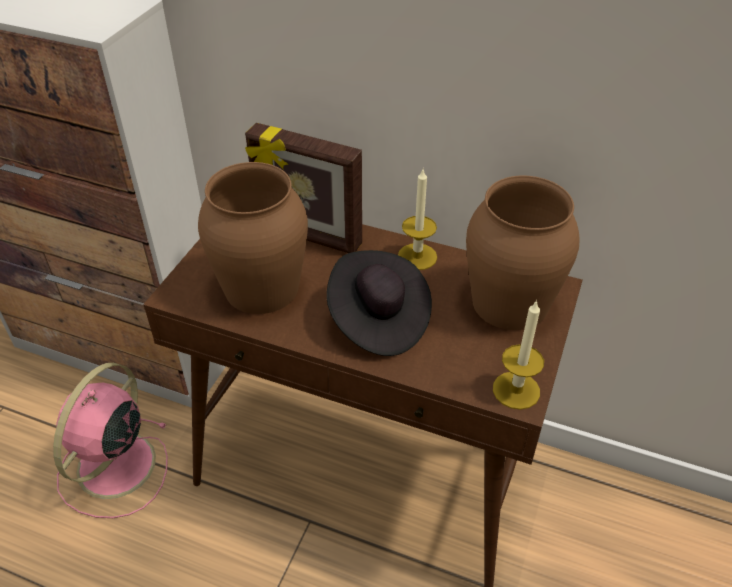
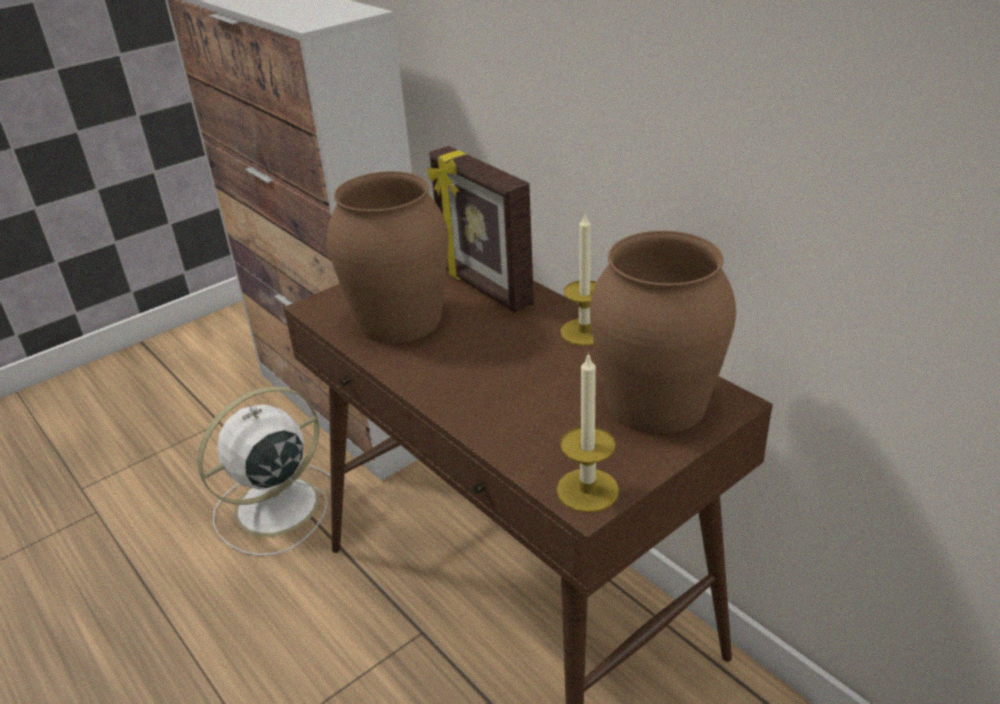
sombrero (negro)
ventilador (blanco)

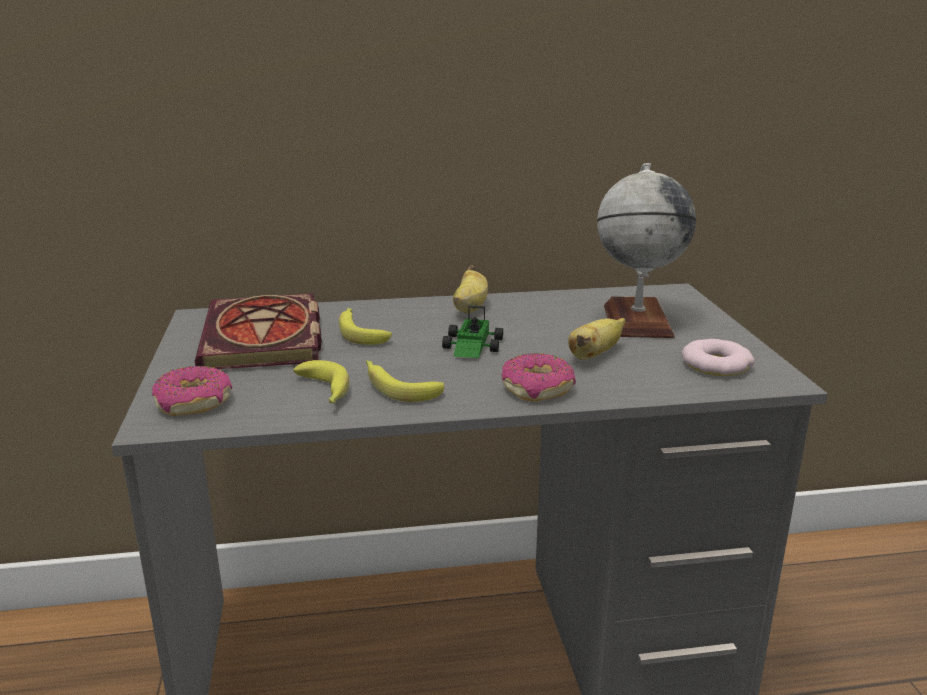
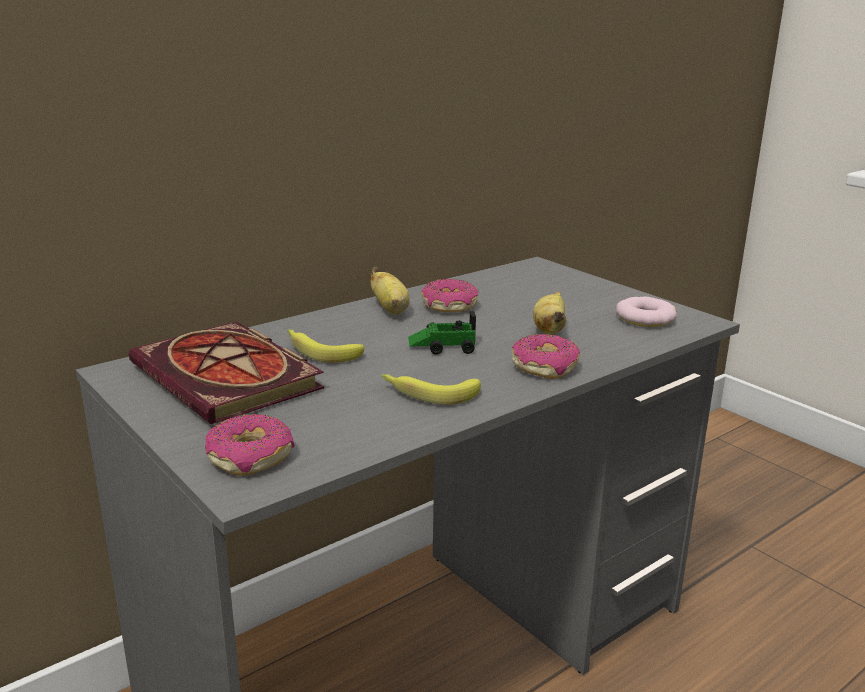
globo terráqueo
coche de juguete
plátano (1st from left in the first image)
rosquilla (2nd from left)

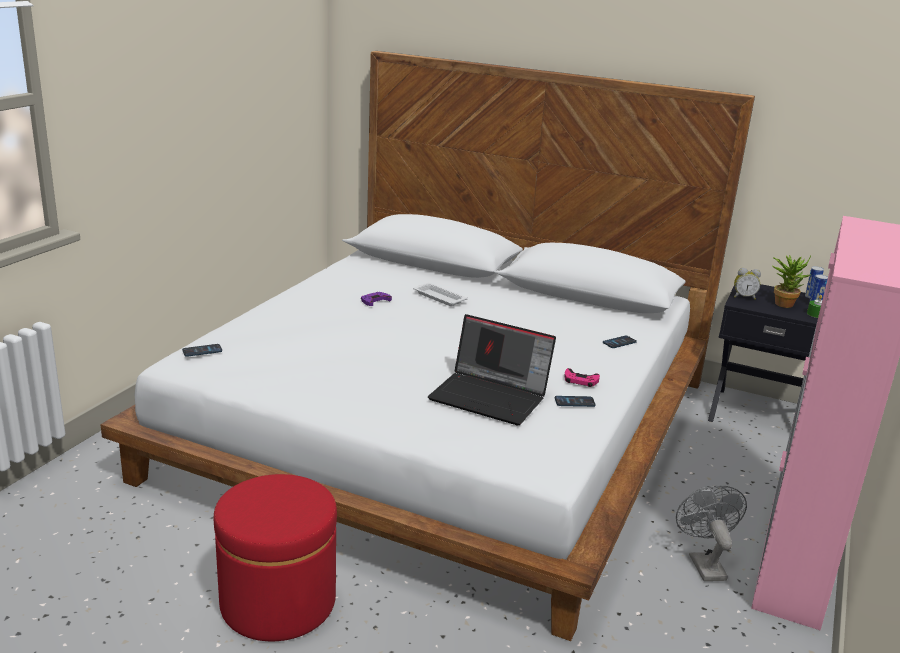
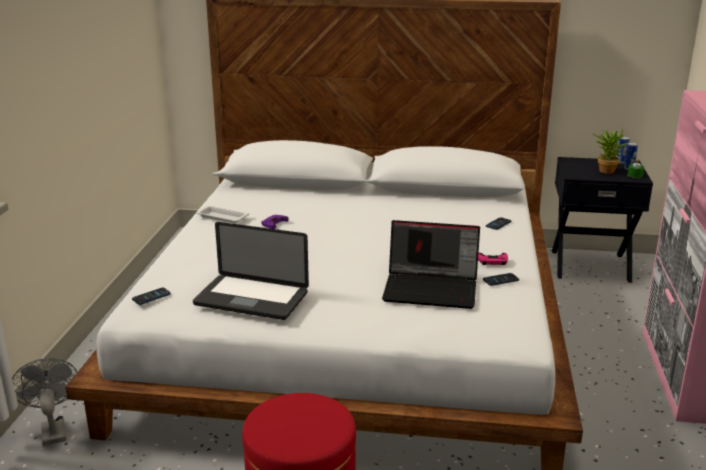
despertador
bandeja (blanco)
ventilador (gris)
portátil (1st from left)

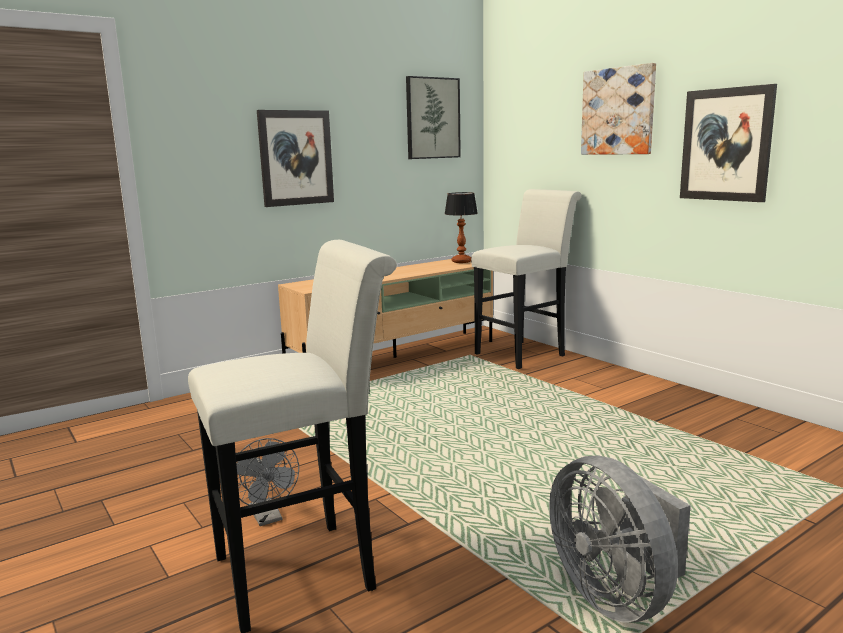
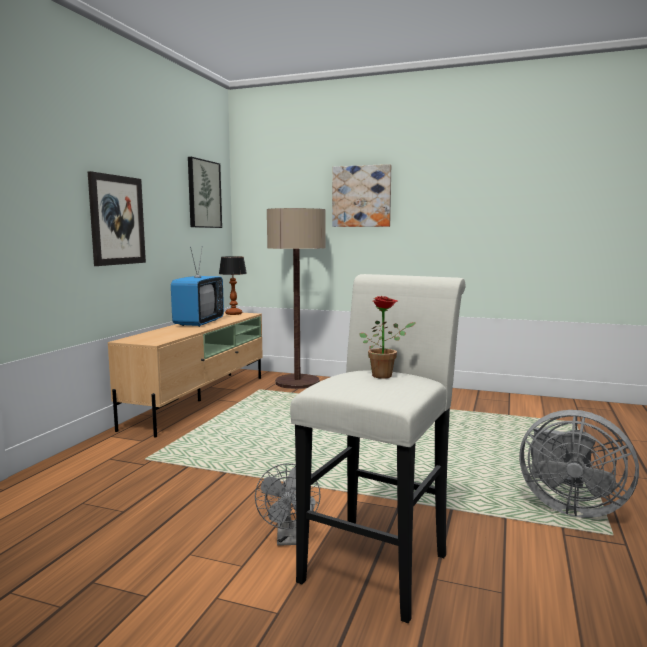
cuadro (4th from left in the first image)
lámpara de pie
ventilador (gris) (1st from left)
televisor
planta en maceta

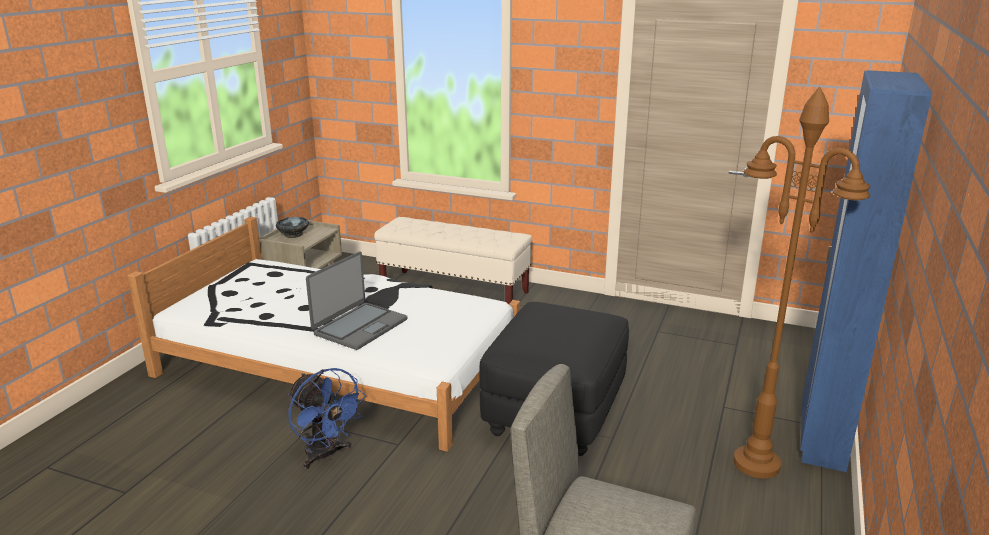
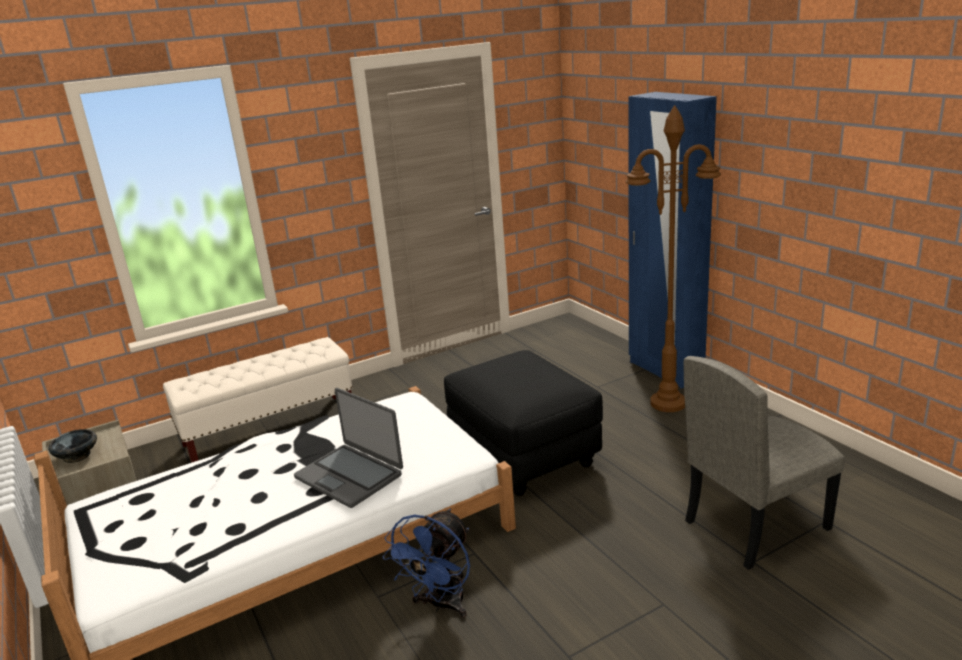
portátil
ventilador (azul)

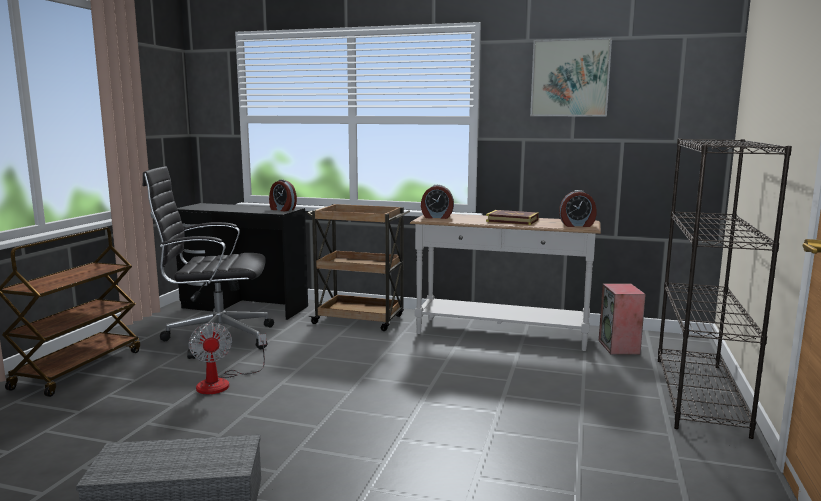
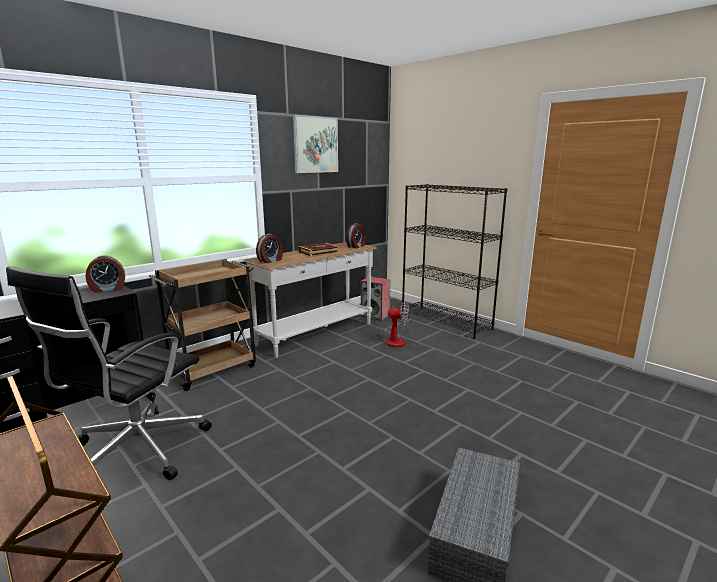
ventilador

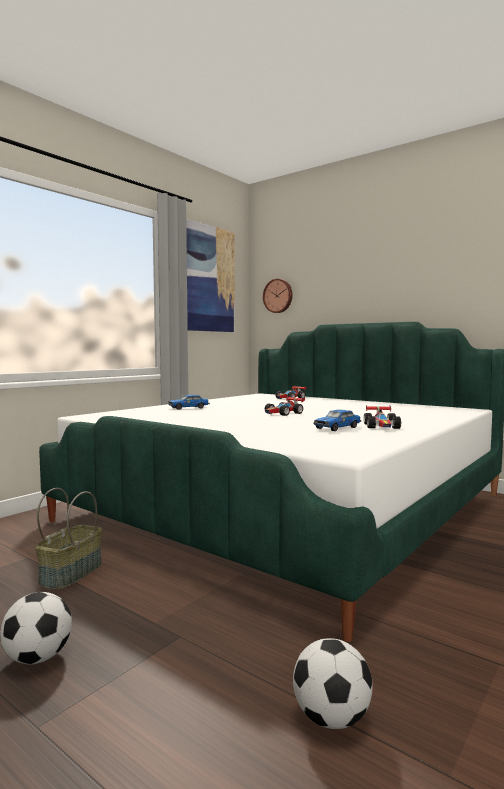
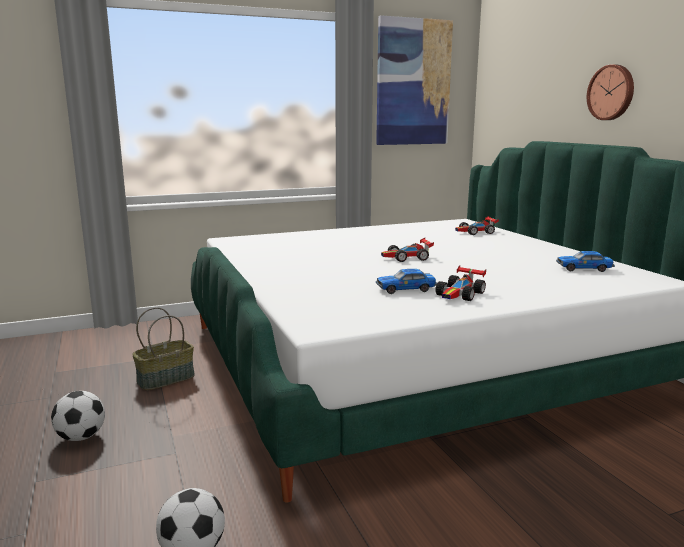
reloj de pared
coche de juguete (5th from left)

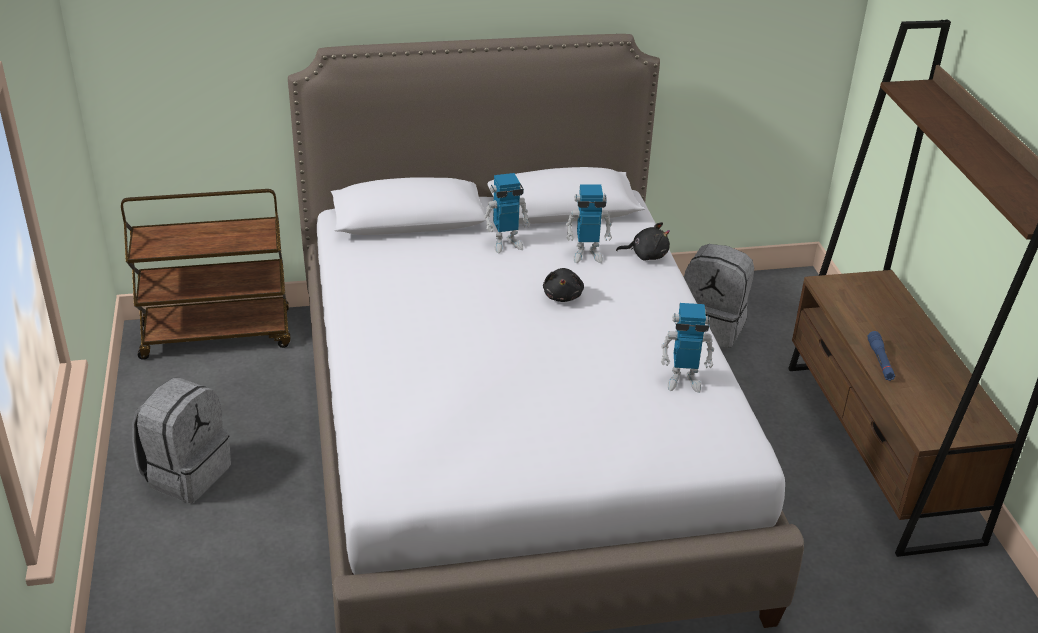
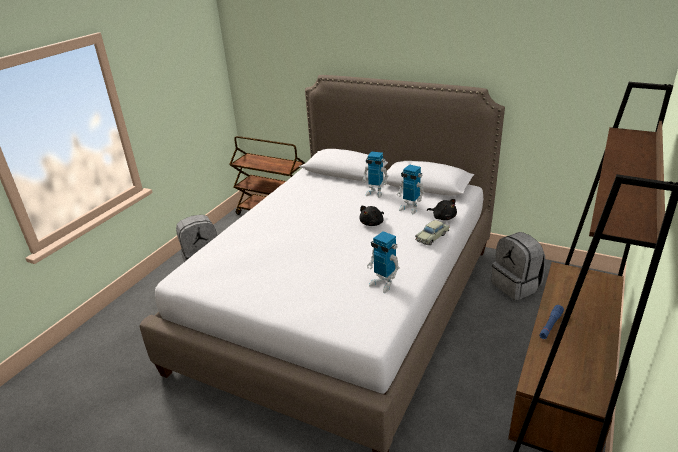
coche de juguete (beis)

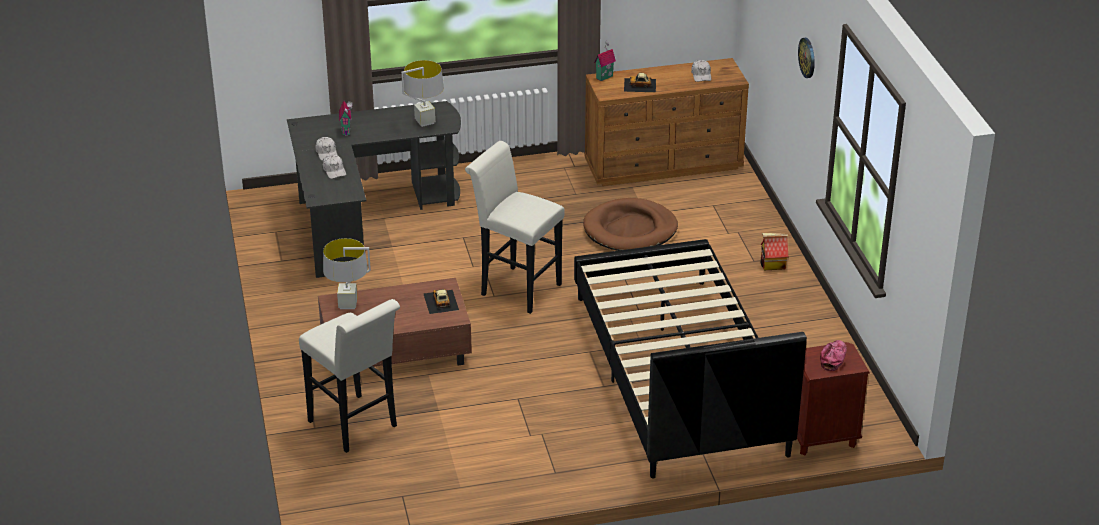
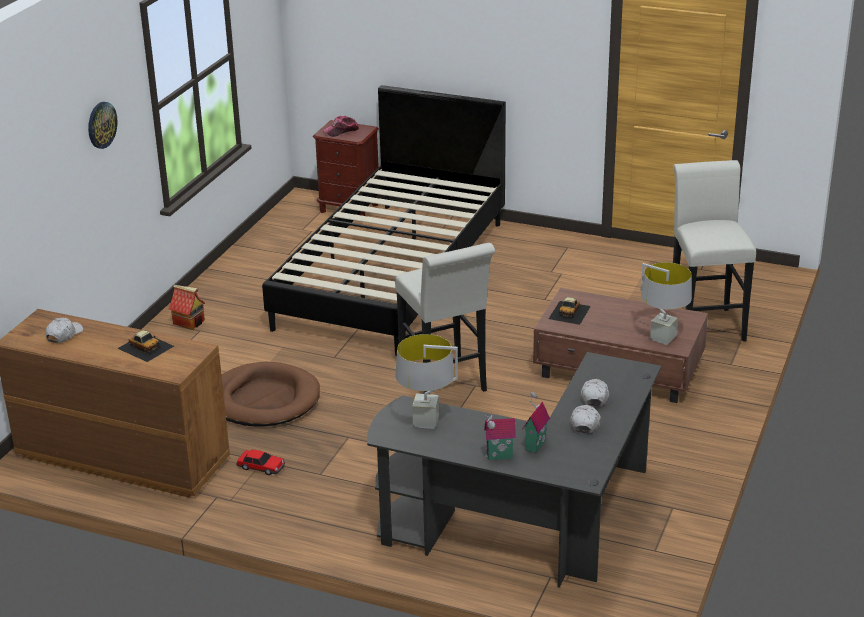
casita (2nd from left)
coche de juguete (2nd from left)

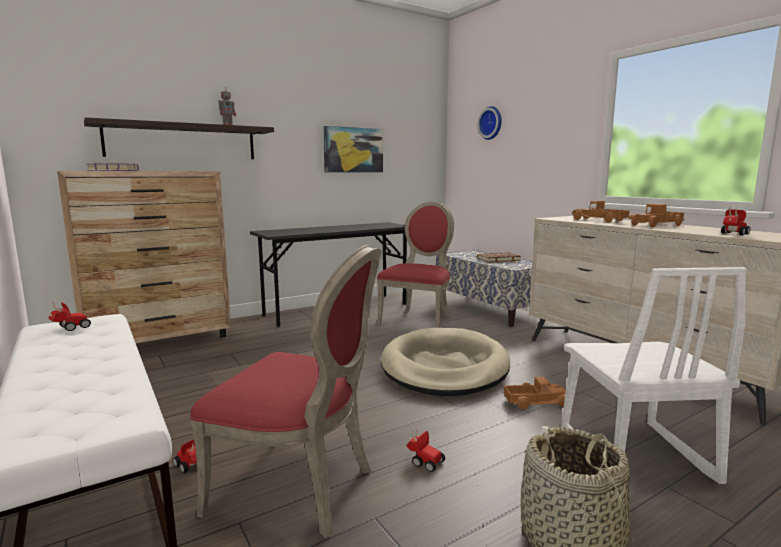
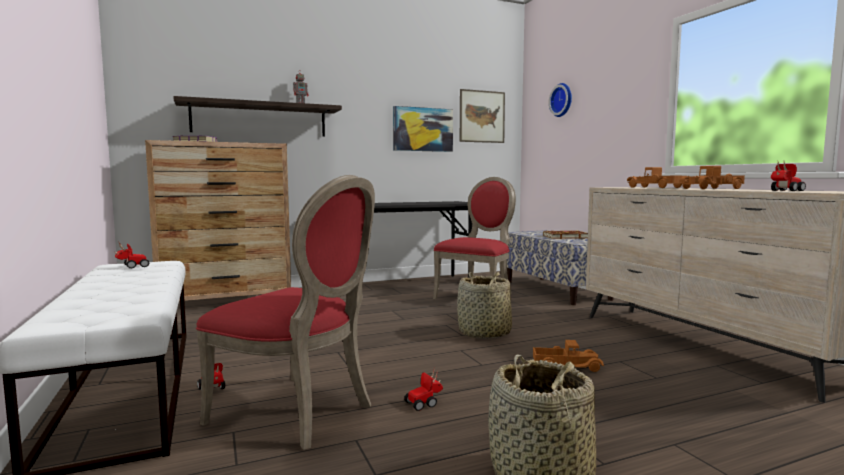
silla (blanco)
cesta (1st from left)
coche de juguete (3rd from left)
cuadro (2nd from left)

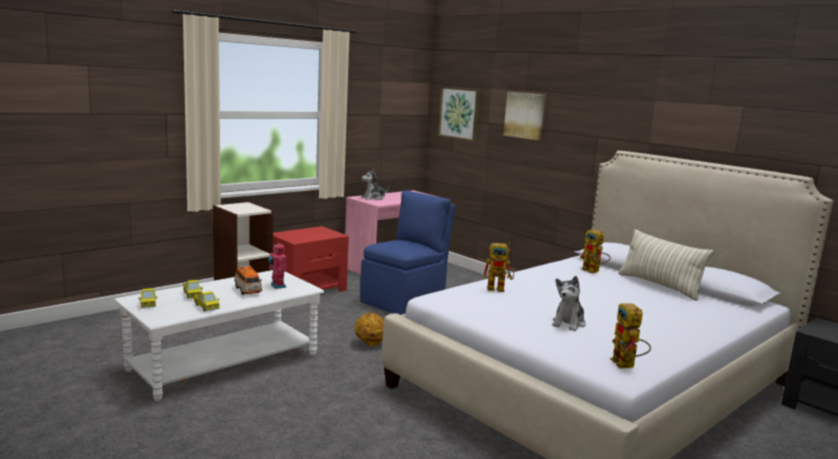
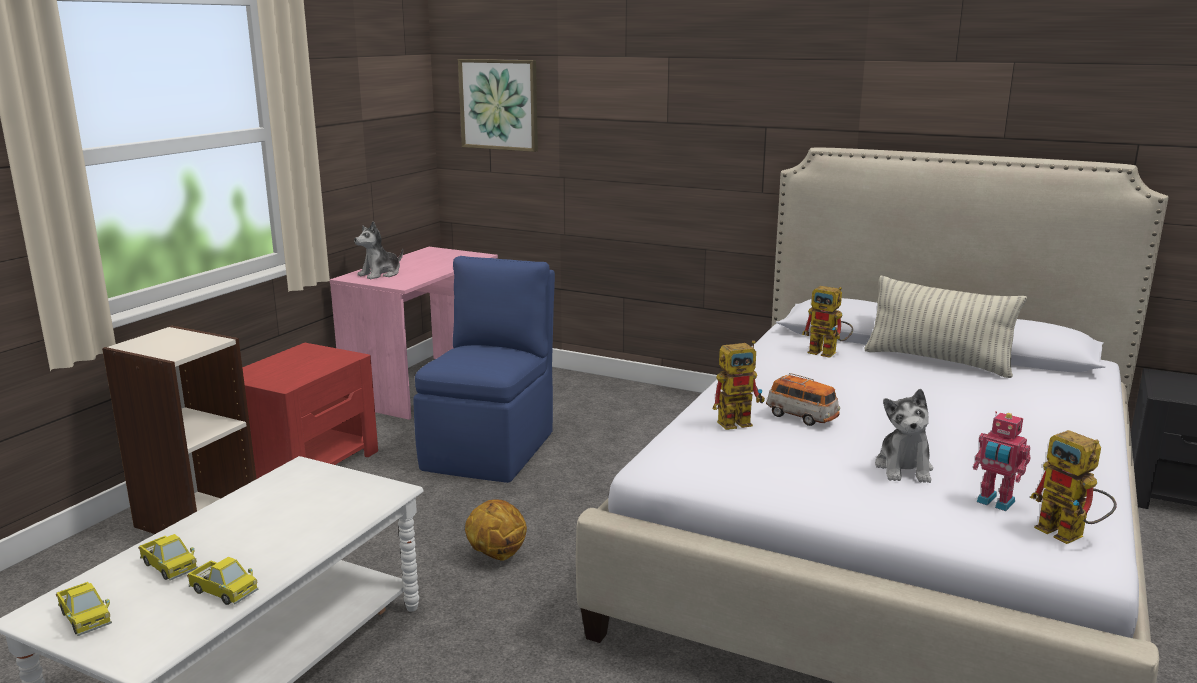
cuadro (2nd from left in the first image)
robot de juguete (3rd from left)
coche de juguete

